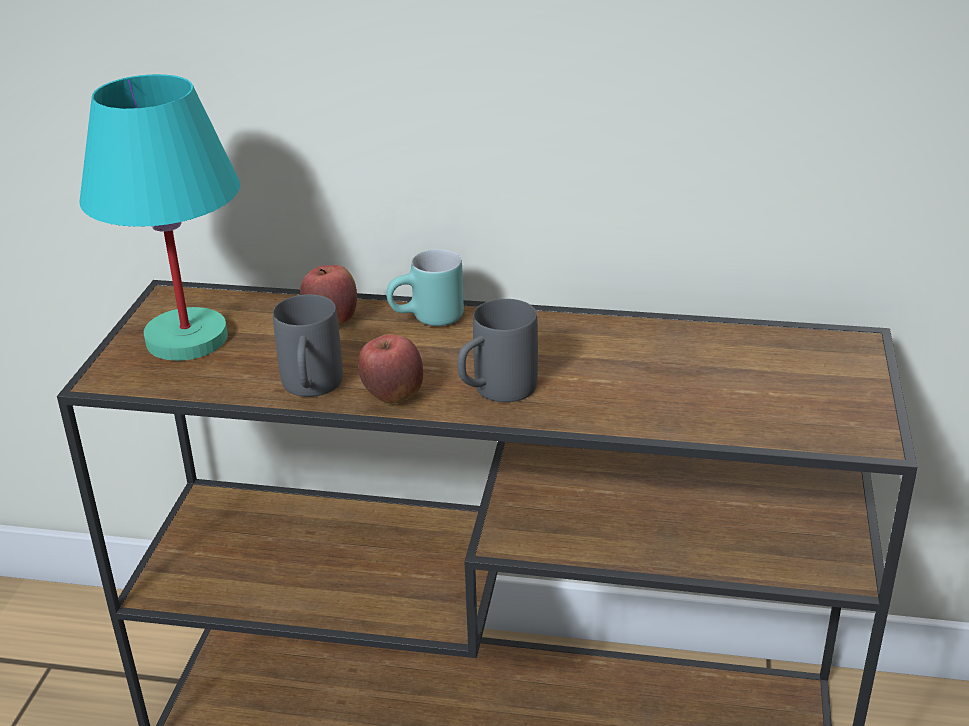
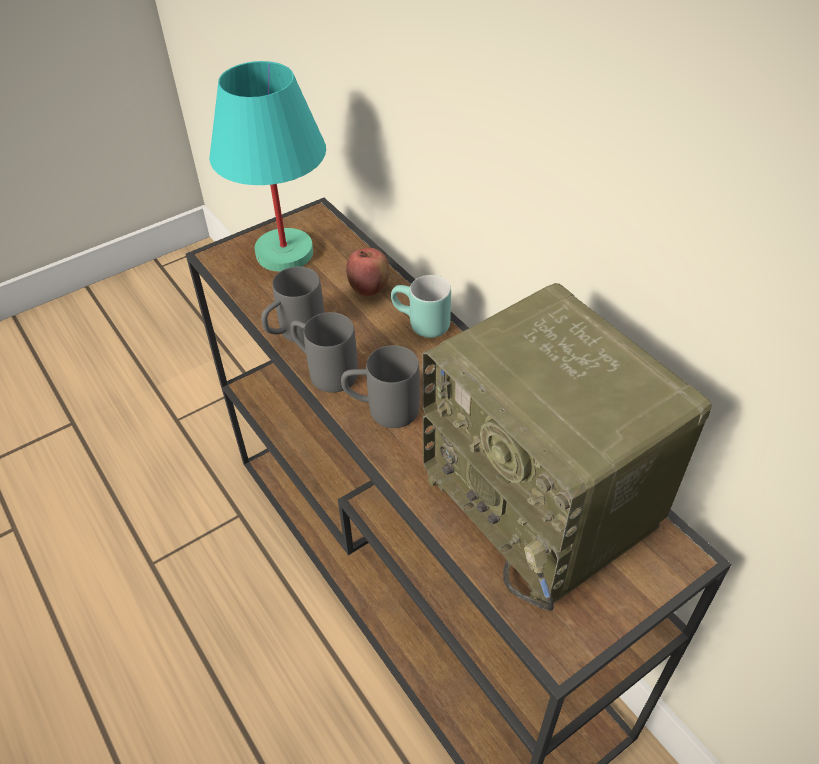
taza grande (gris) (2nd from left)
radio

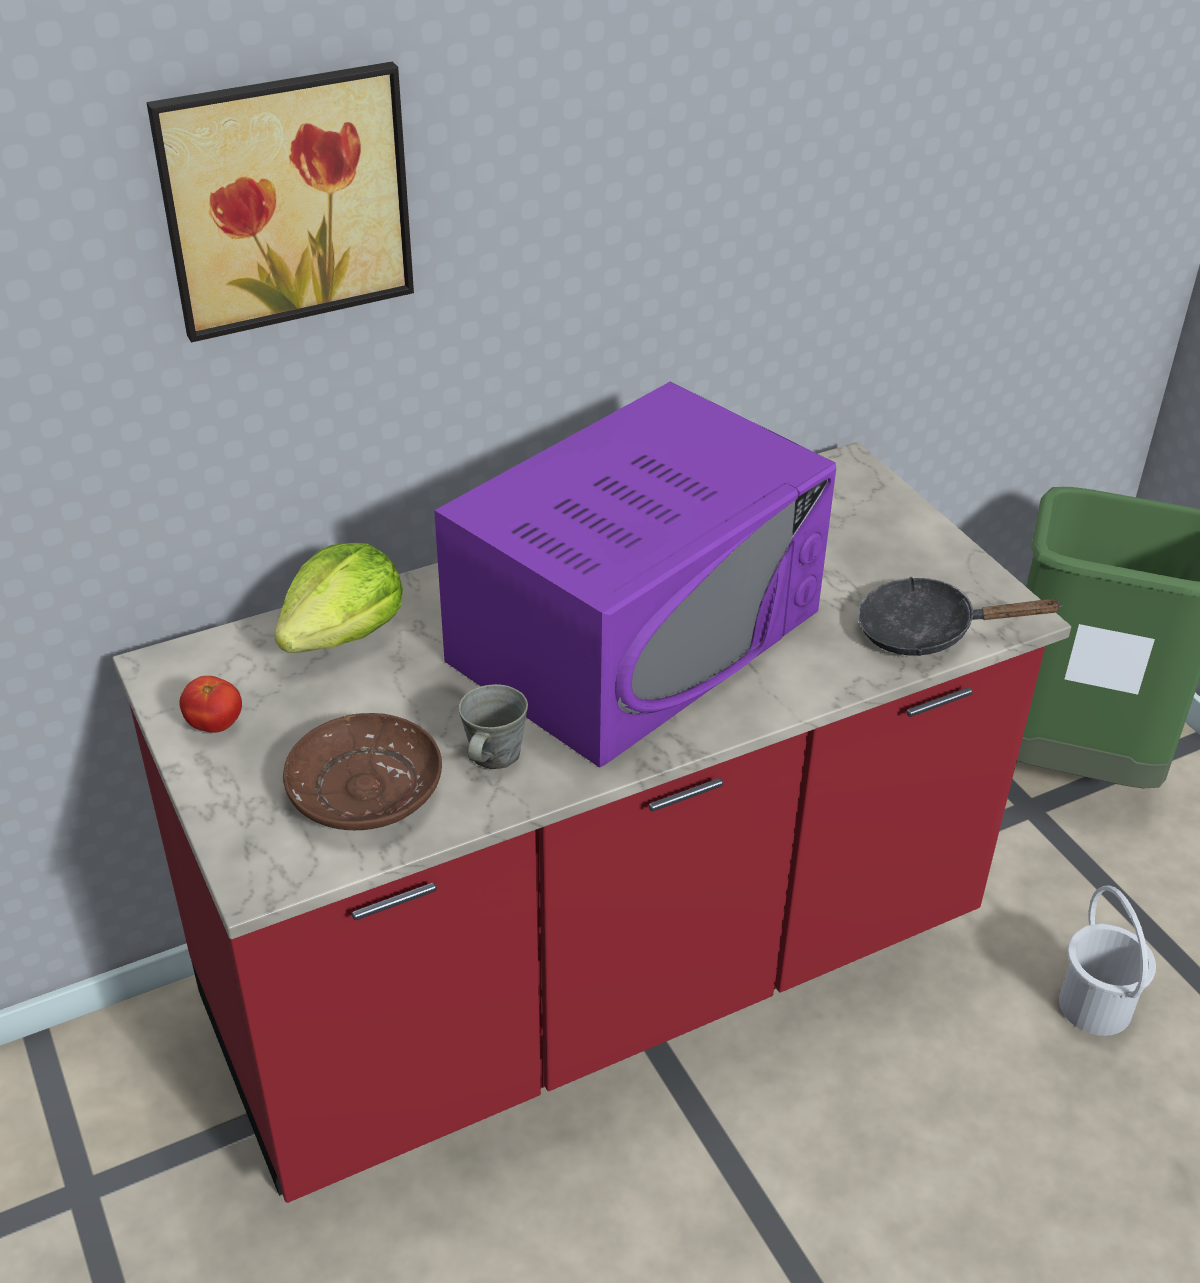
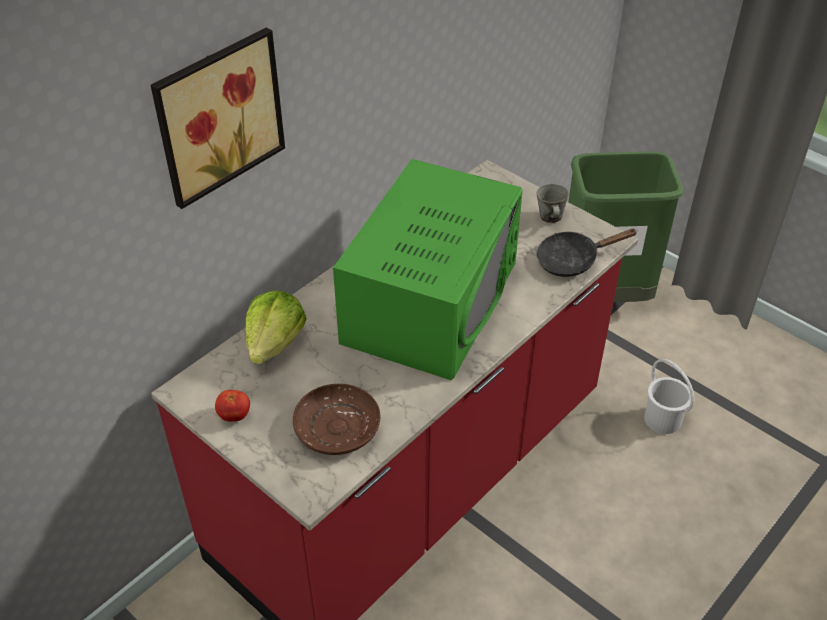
microondas (verde)
taza grande (gris)

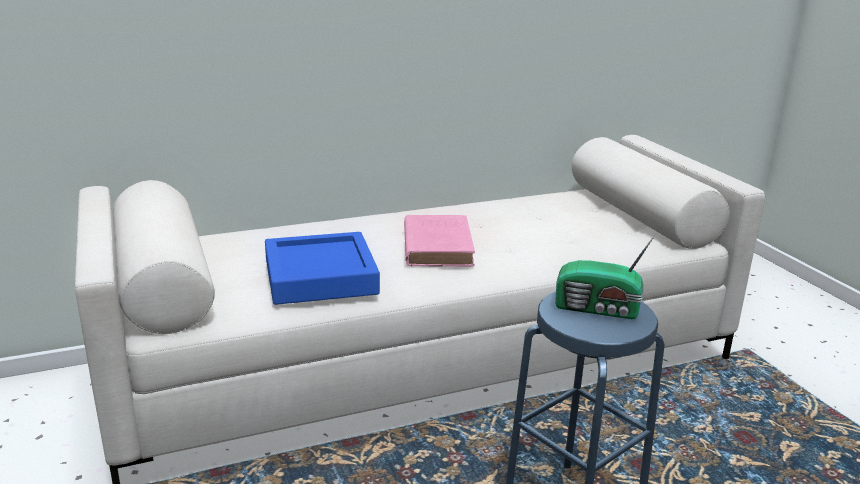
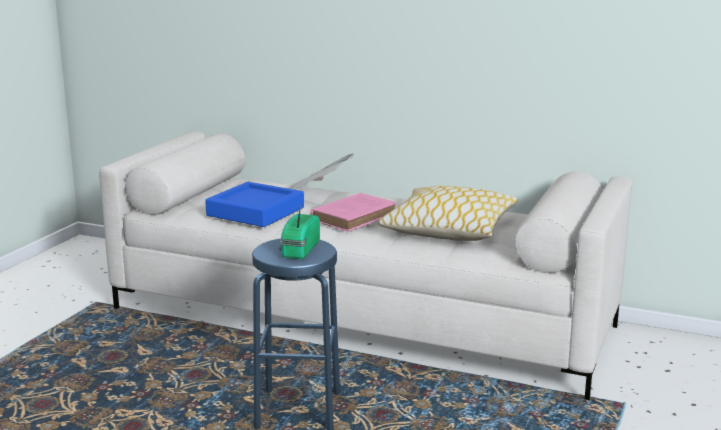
radio
periódico
cojín

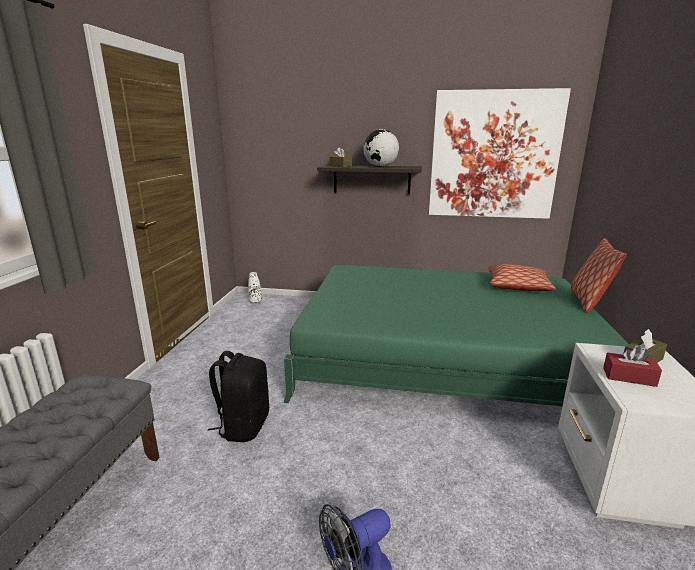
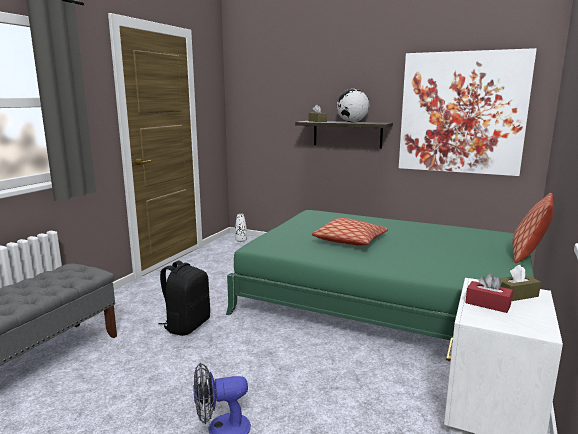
cojín (1st from left)

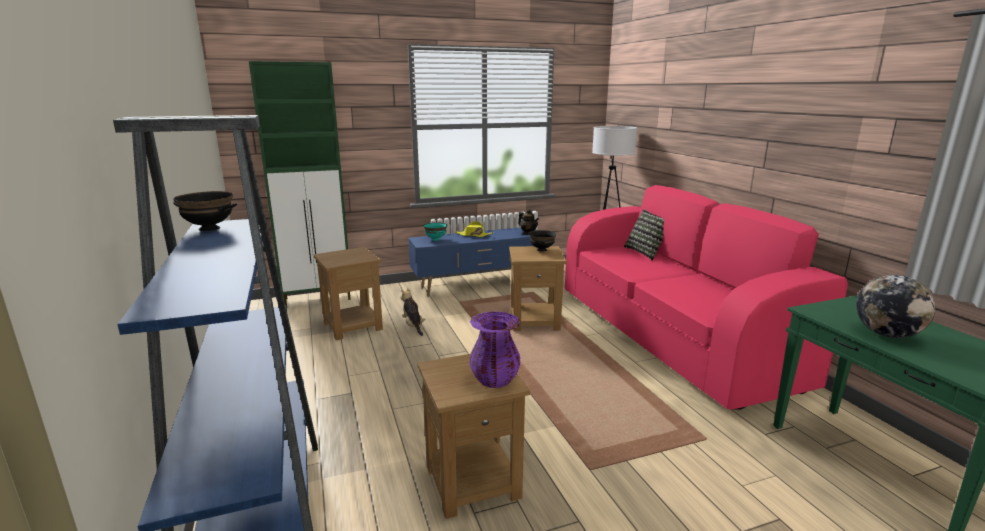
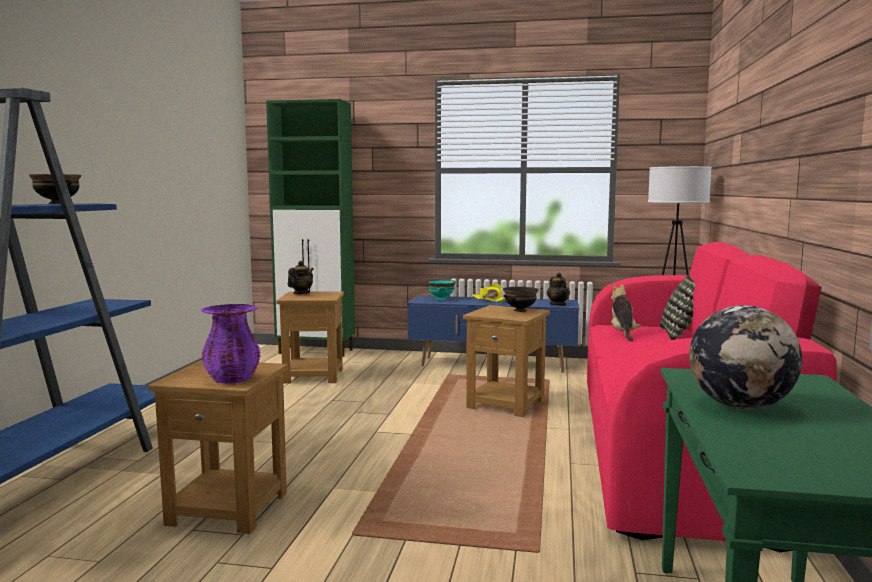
peluche
tetera (1st from left)

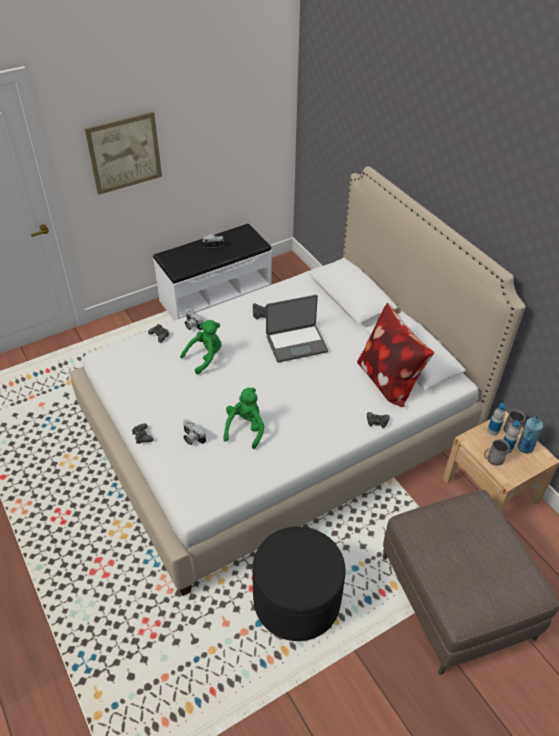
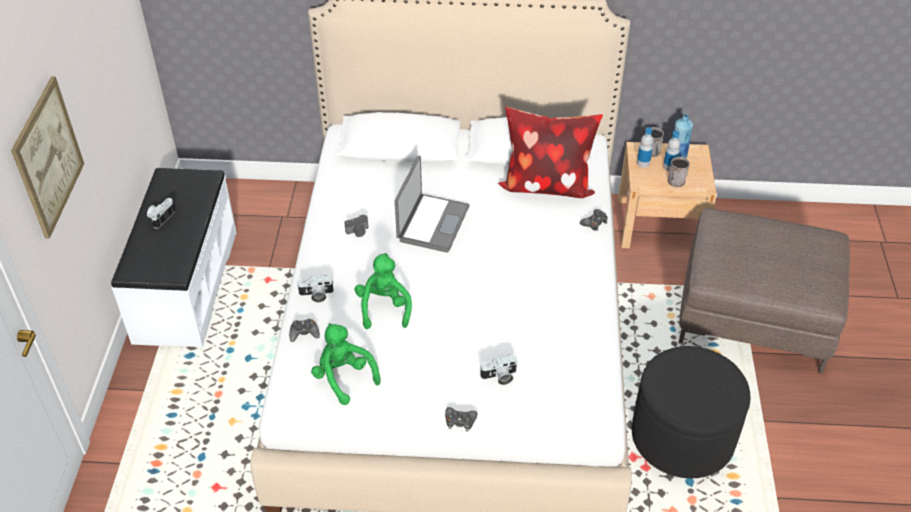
peluche (verde) (1st from left)

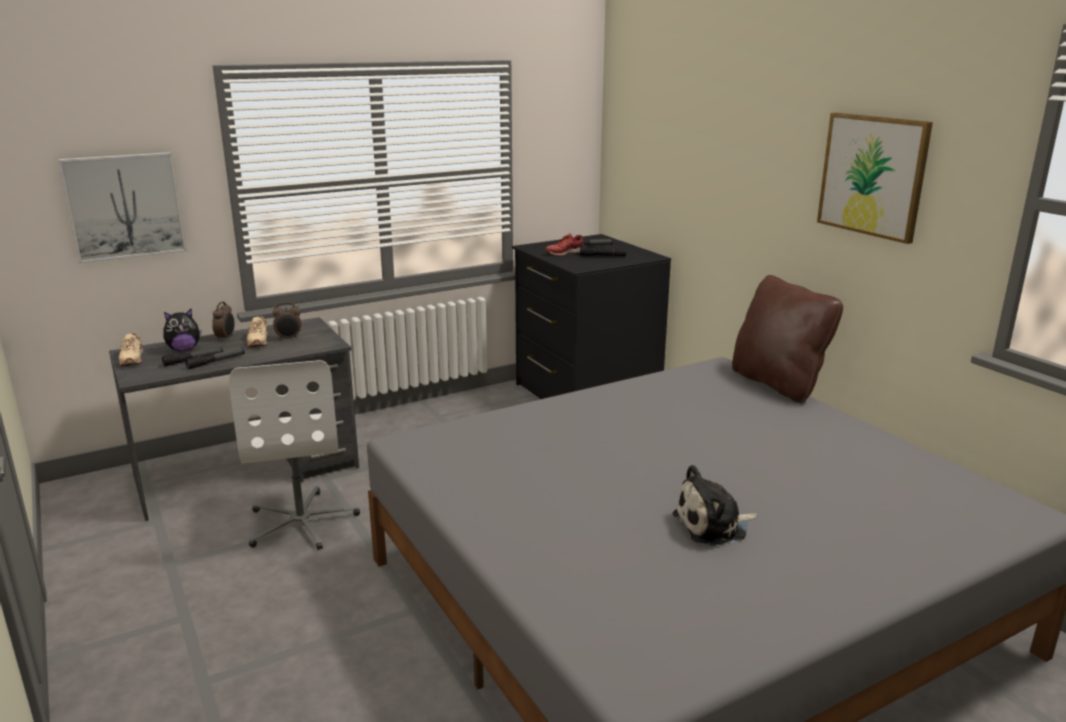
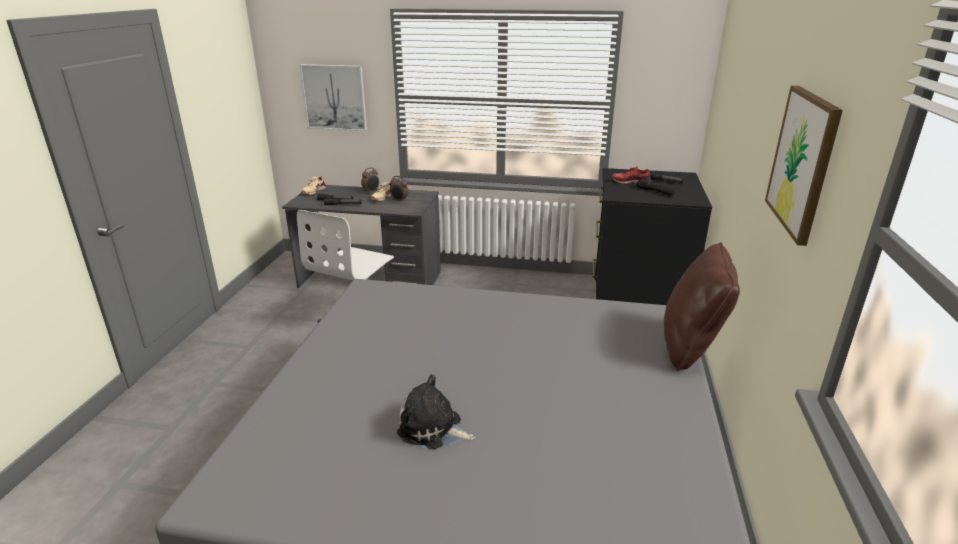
peluche (1st from left in the first image)

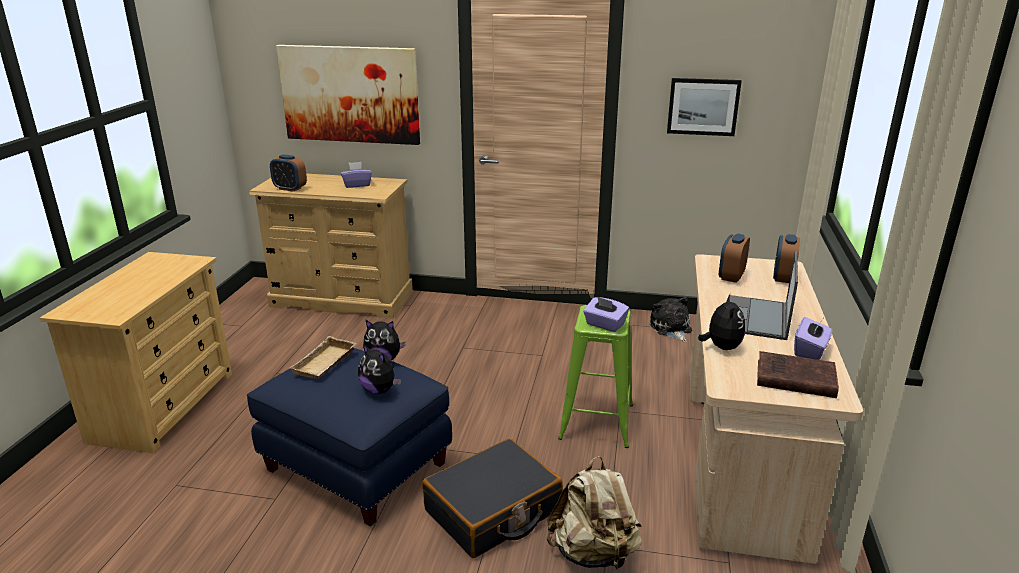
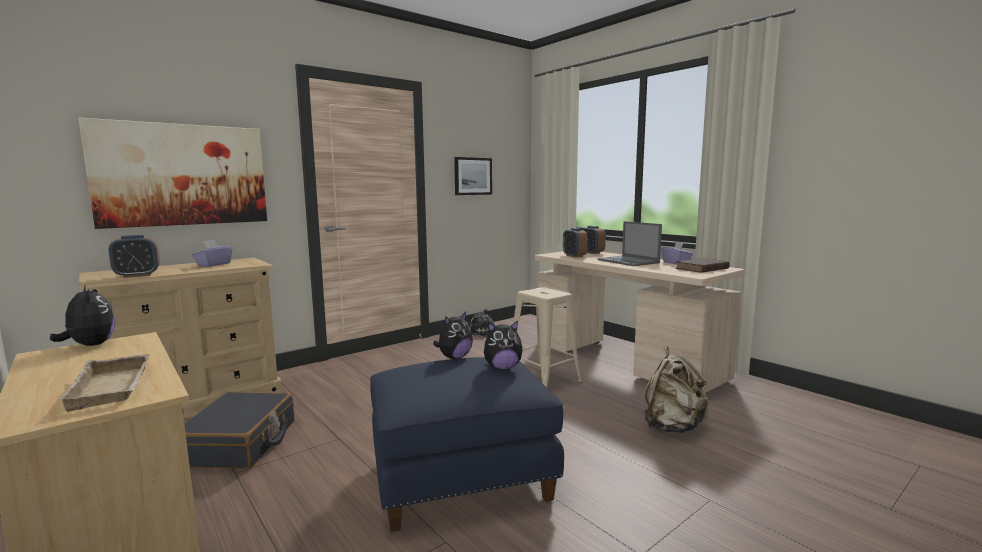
peluche (1st from left)
caja de pañuelos (morado) (2nd from left in the first image)
taburete (beis)
bandeja (beis)
maleta (negro)

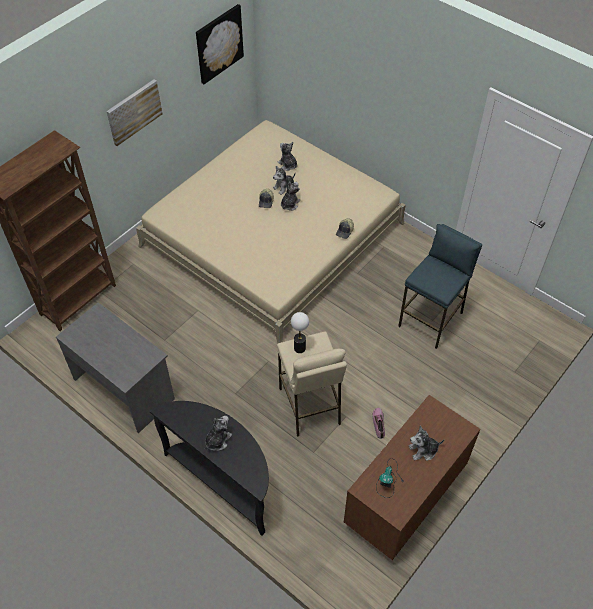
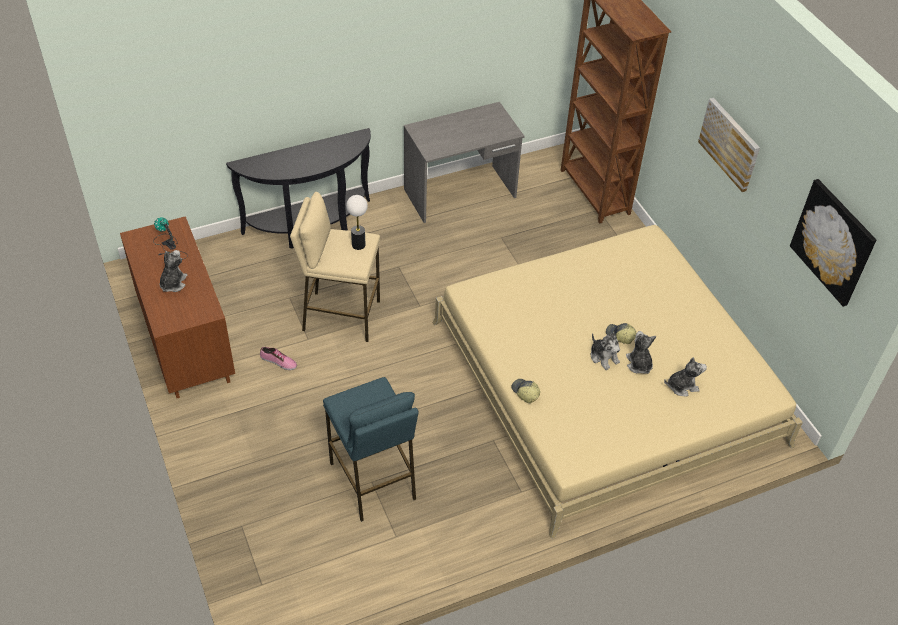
peluche (1st from left in the first image)

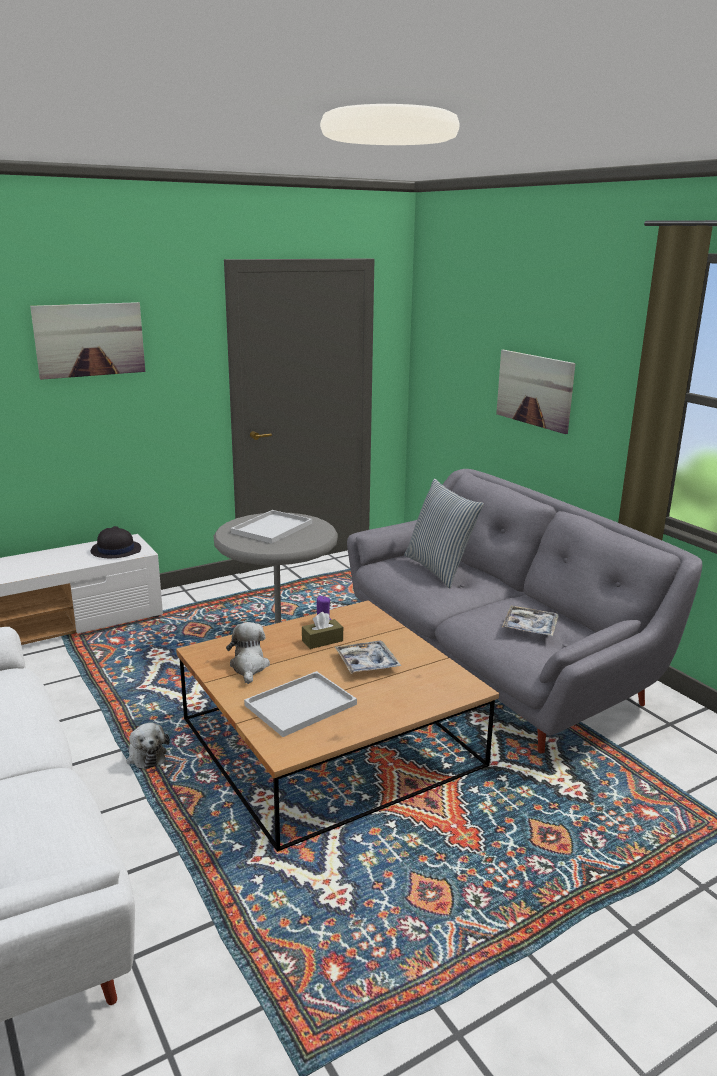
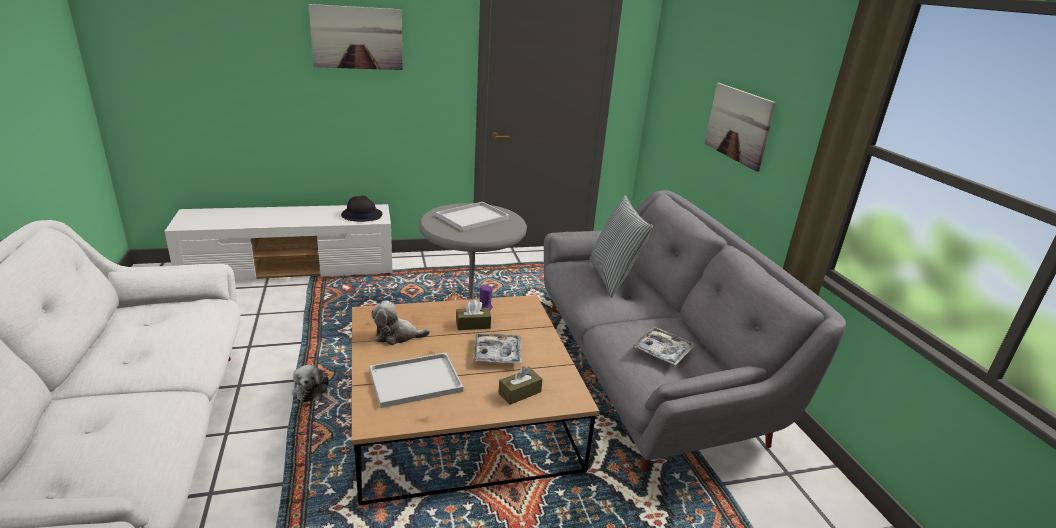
peluche (2nd from left)
caja de pañuelos (marrón) (2nd from left)

